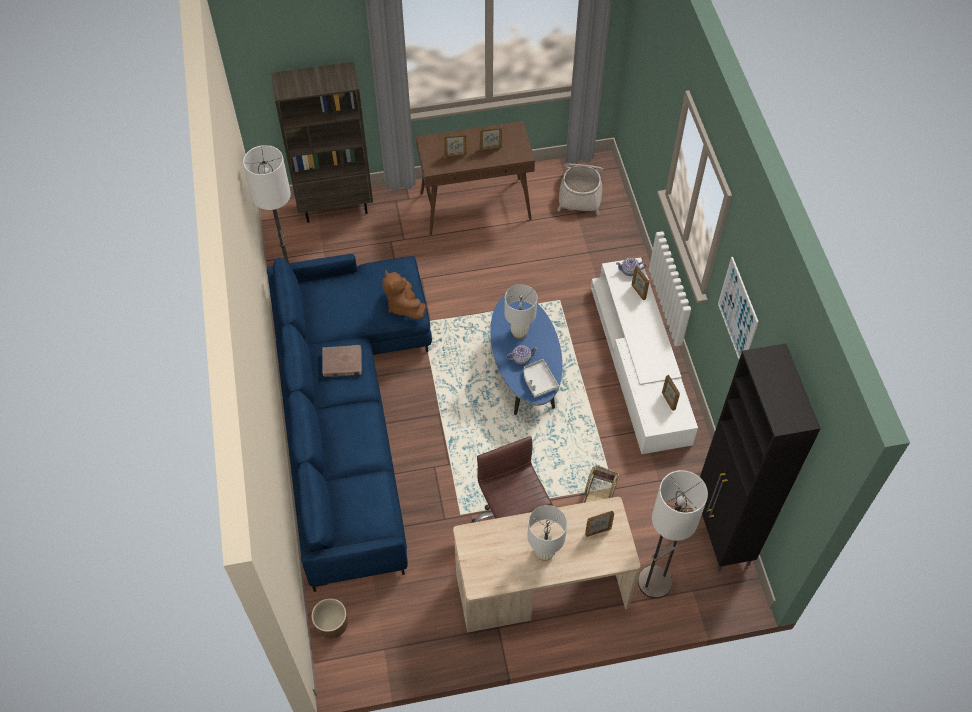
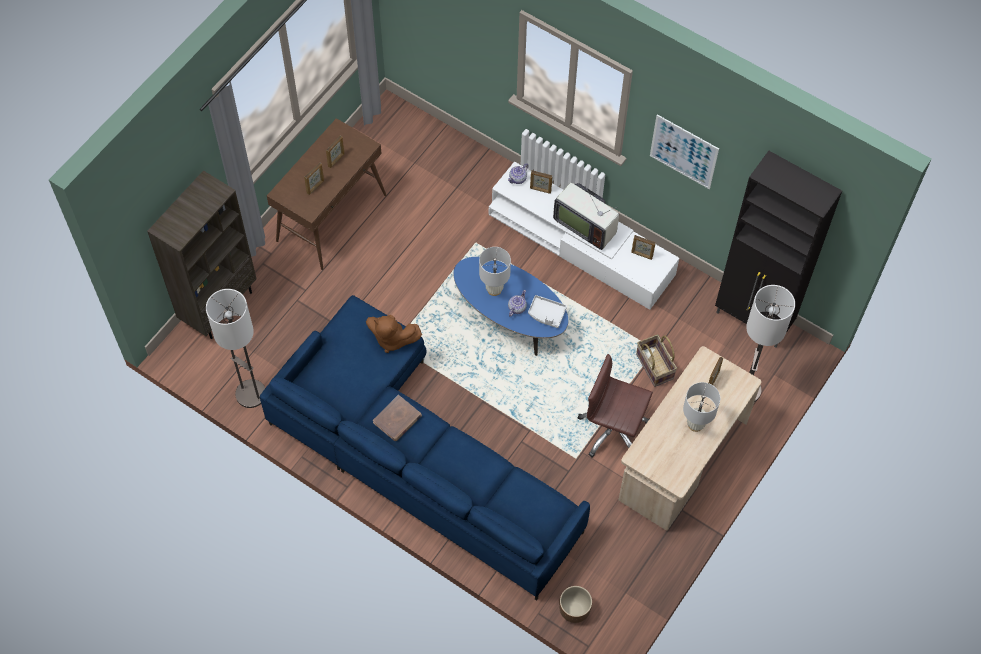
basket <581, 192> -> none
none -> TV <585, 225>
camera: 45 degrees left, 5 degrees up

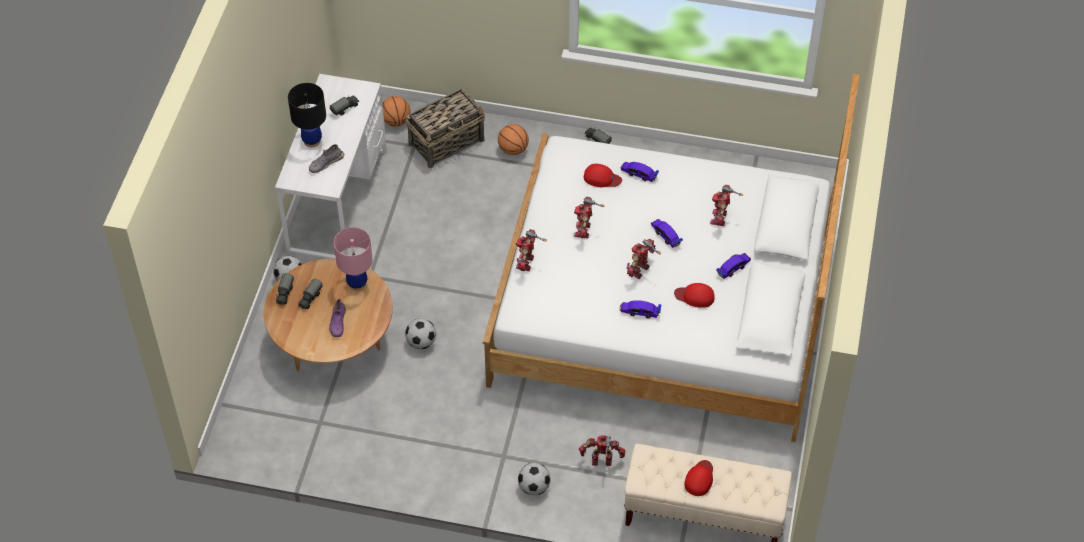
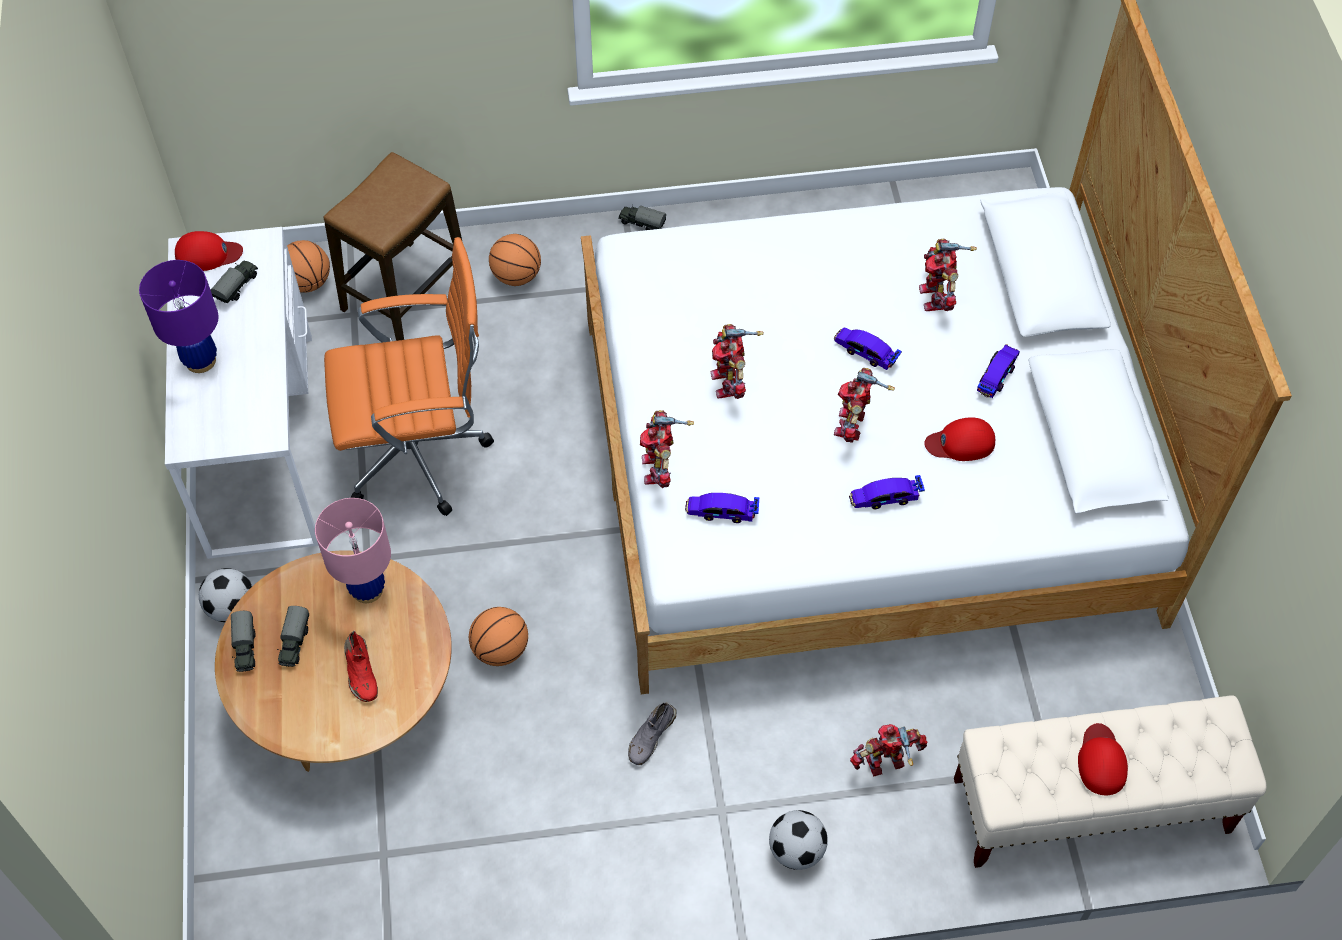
blackish table lamp <312, 141> -> purple table lamp <200, 361>
greyish item of footwear <326, 163> -> greyish item of footwear <650, 736>, relocated
purple item of footwear <337, 322> -> red item of footwear <360, 671>
football <421, 342> -> ball for basketball <500, 650>
basket <447, 142> -> sitting stool <405, 293>
red cap <602, 178> -> red cap <208, 254>, relocated
miniature car <639, 174> -> miniature car <721, 512>, relocated
none -> orangey office chair <422, 455>
camera: 20 degrees left, 5 degrees up

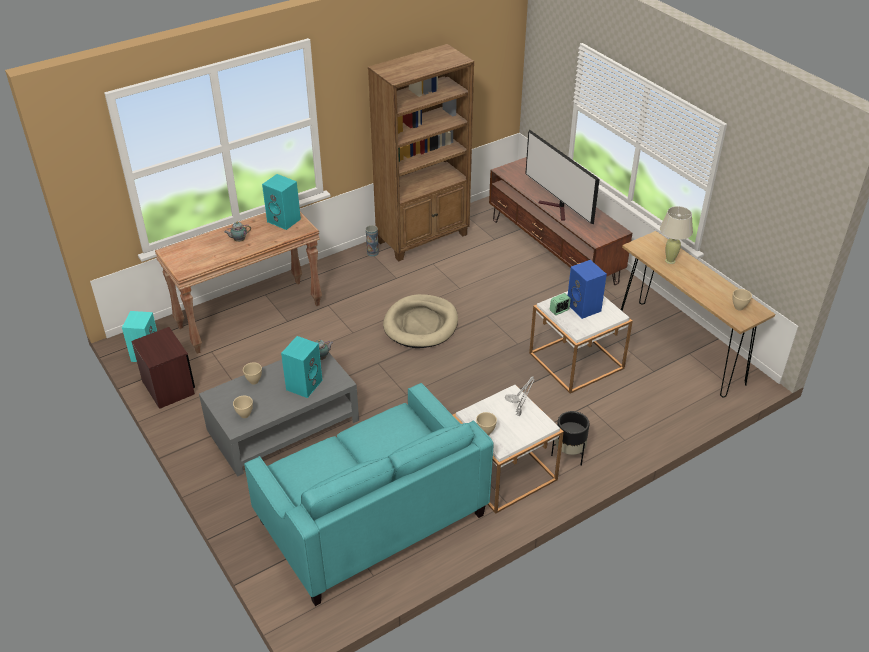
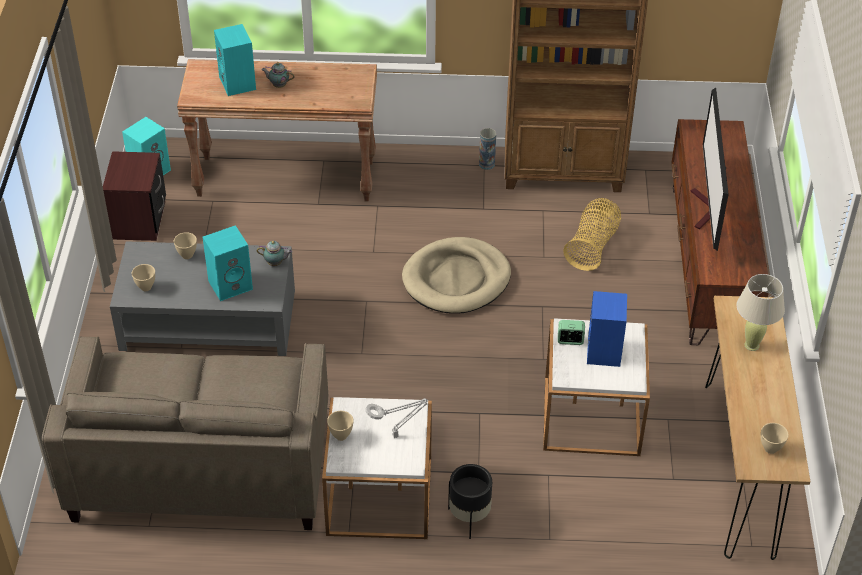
turquoise-coloured settee <370, 518> -> beige-coloured settee <201, 466>
turquoise-coloured audio speaker <285, 220> -> turquoise-coloured audio speaker <238, 83>, relocated
none -> basket <592, 246>
camera: 35 degrees right, 5 degrees up

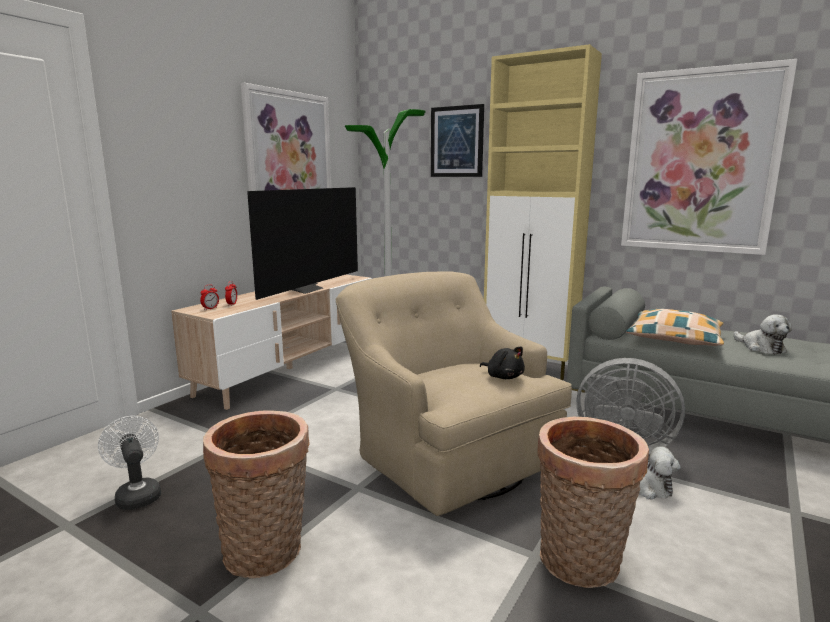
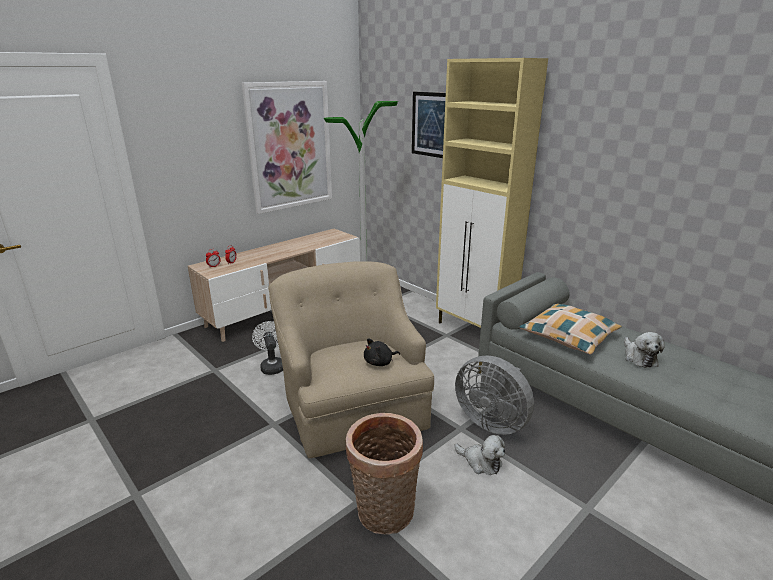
white fan <137, 494> -> white fan <272, 366>, relocated
basket <266, 554> -> none
TV <306, 289> -> none
blackish plush toy <503, 377> -> blackish plush toy <380, 362>, 90 degrees clockwise
wall picture <700, 162> -> none
camera: 15 degrees right, 10 degrees up

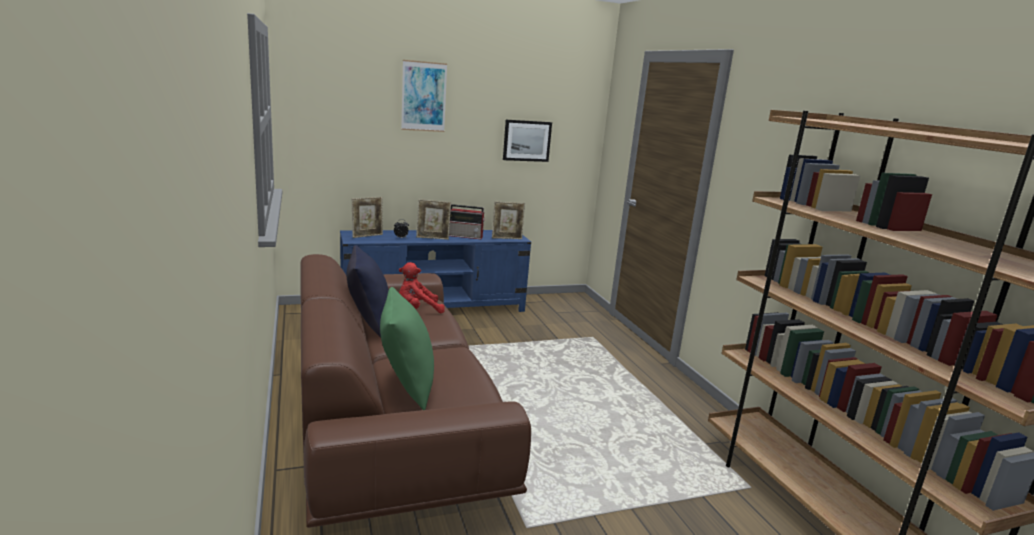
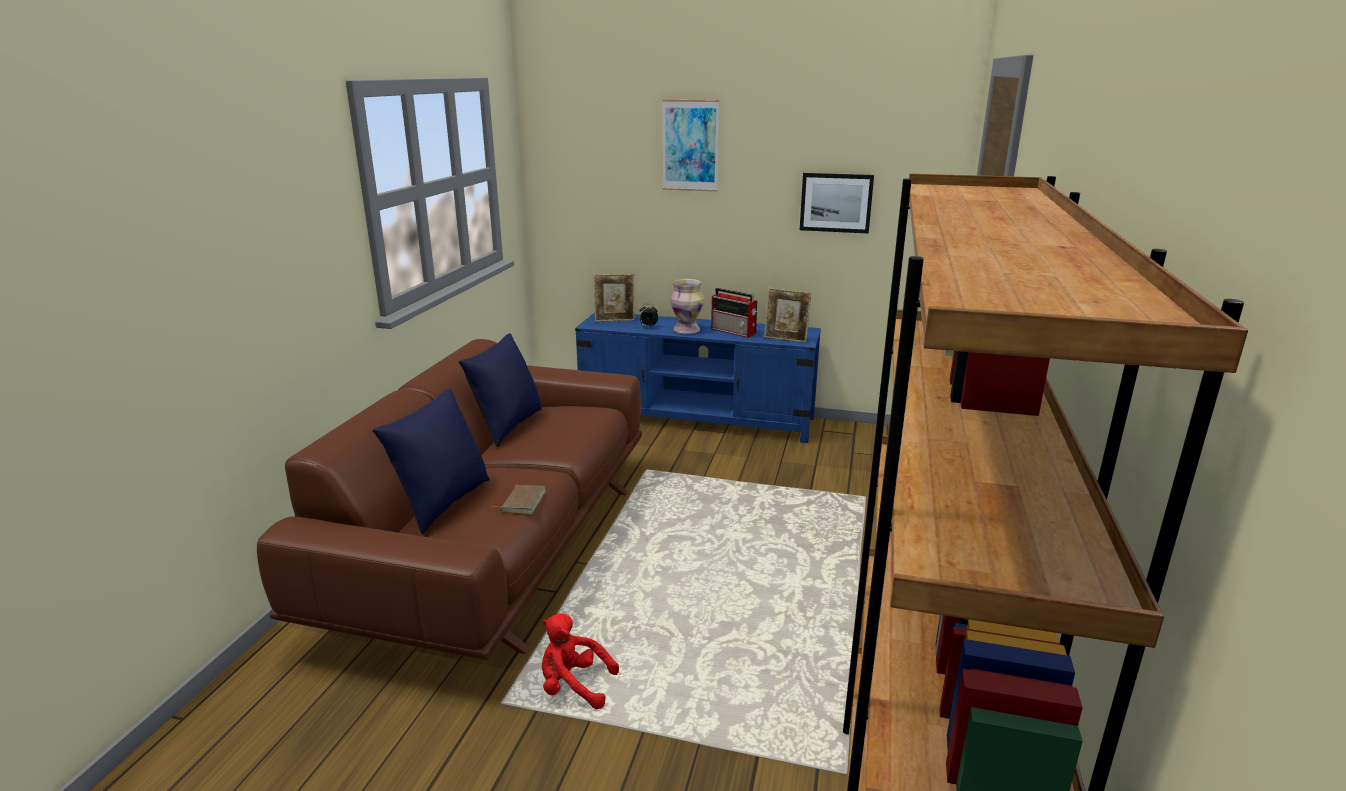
greenish pillow <406, 386> -> blue-coloured pillow <442, 503>
red plush toy <417, 310> -> red plush toy <574, 686>, relocated
standing frame <432, 238> -> vase <687, 330>
none -> brown bound book <522, 501>
camera: 35 degrees right, 5 degrees up

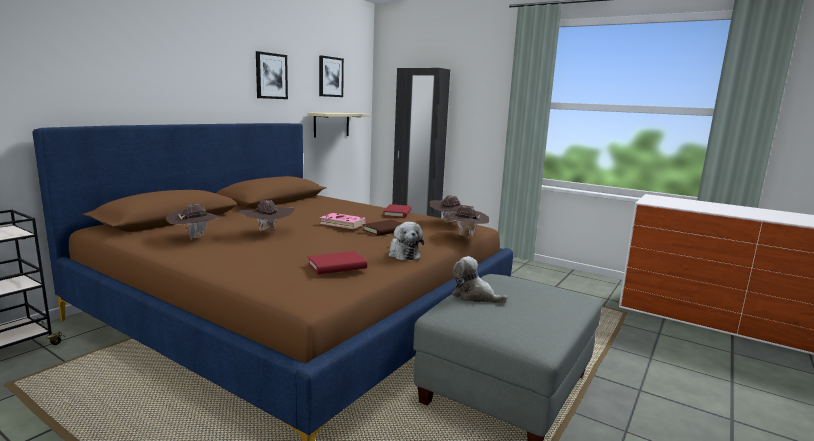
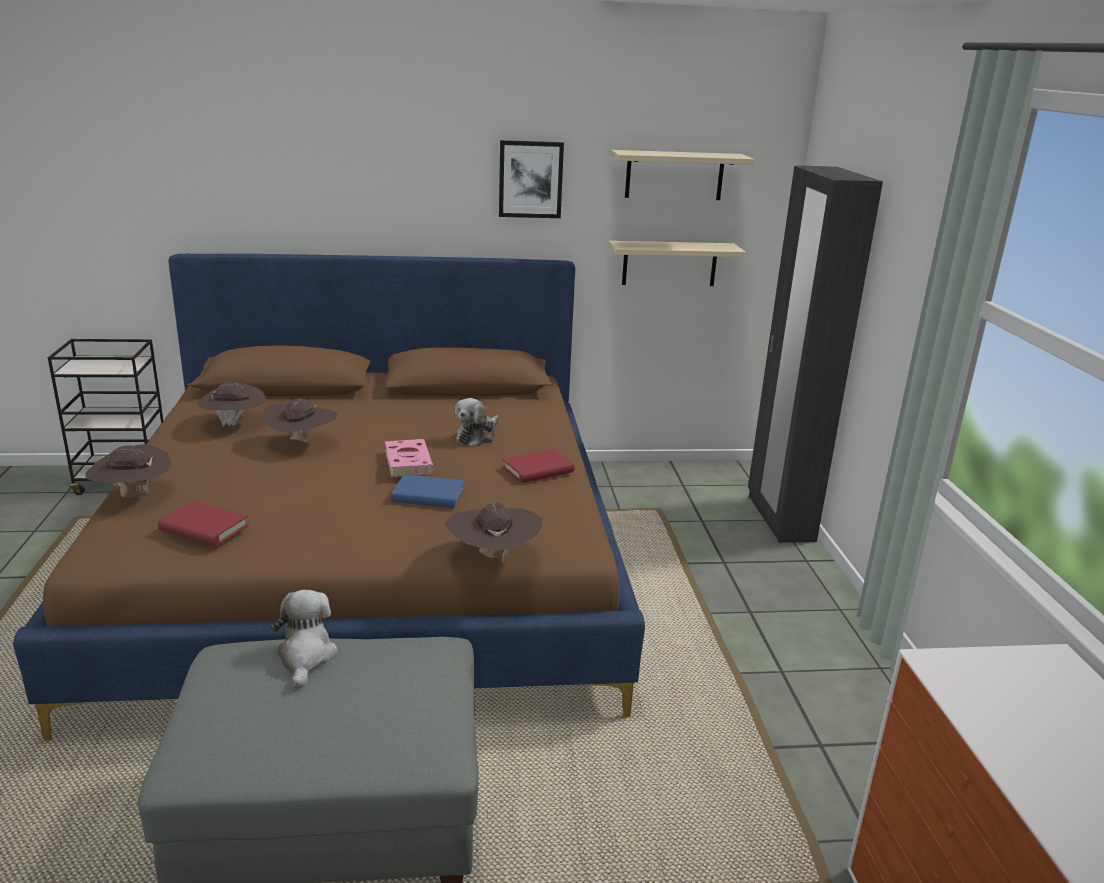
wall picture <330, 77> -> beige-coloured shelf <674, 175>
brown bound book <385, 230> -> blue-coloured bound book <428, 496>
plush toy <403, 254> -> plush toy <477, 436>, relocated
brown hat <450, 223> -> brown hat <133, 496>, relocated
camera: 50 degrees right, 10 degrees up

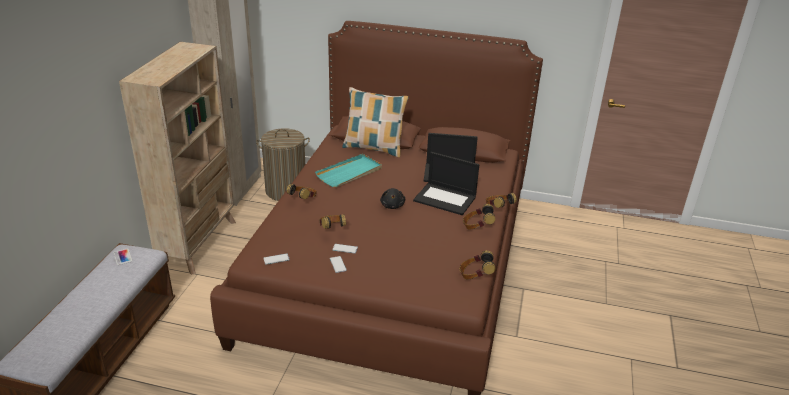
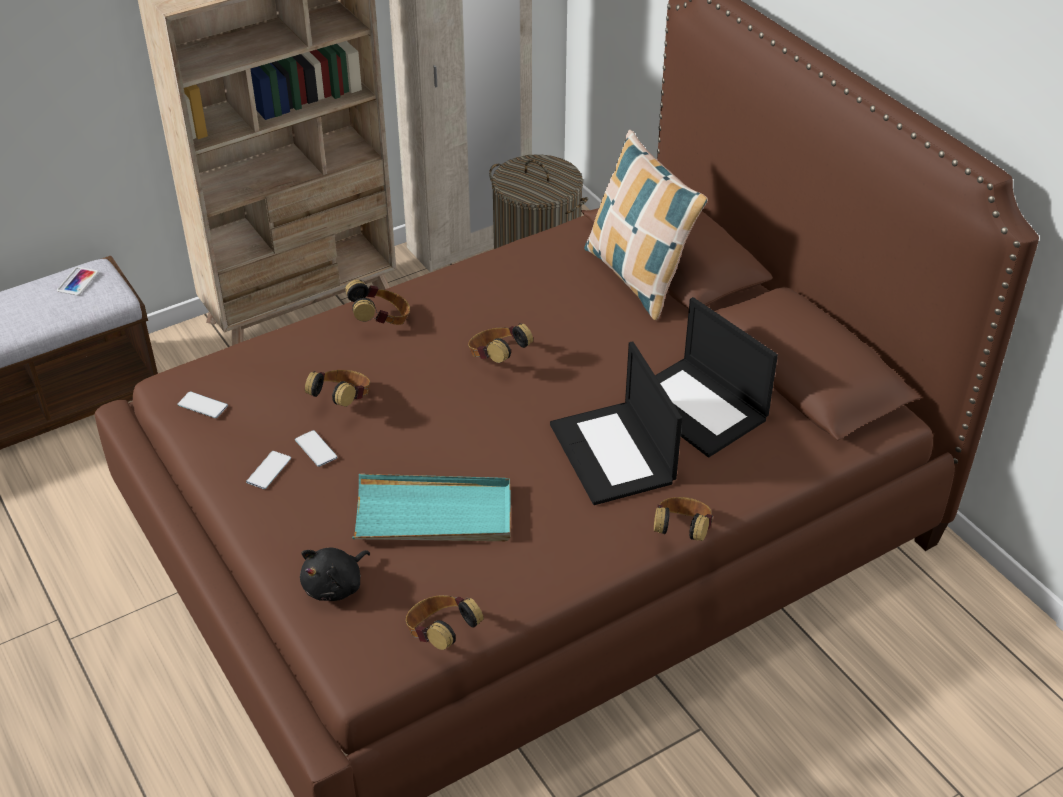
turquoise-coloured carrying tray <350, 173> -> turquoise-coloured carrying tray <434, 514>, relocated
blackish plush toy <392, 205> -> blackish plush toy <335, 586>, relocated
headphones <477, 227> -> headphones <497, 359>, relocated
camera: 45 degrees right, 10 degrees up

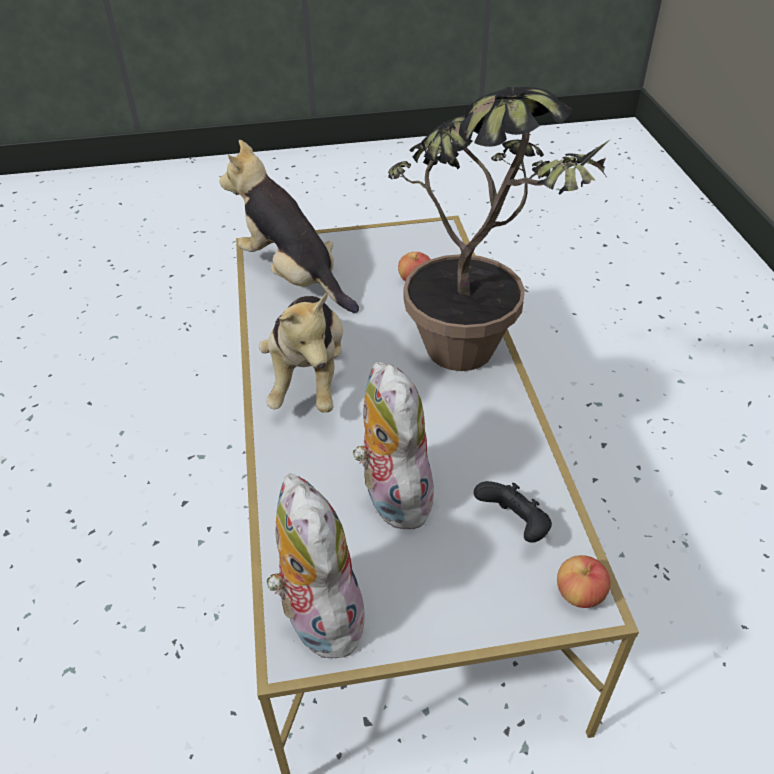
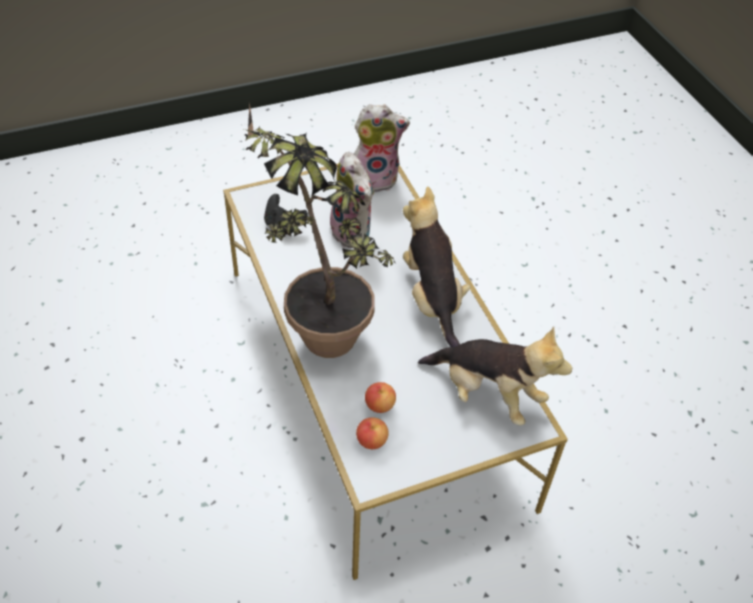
plush toy <318, 615> -> plush toy <375, 178>, 60 degrees counterclockwise
apple <579, 594> -> apple <371, 441>, relocated
camera: 165 degrees right, 5 degrees up

